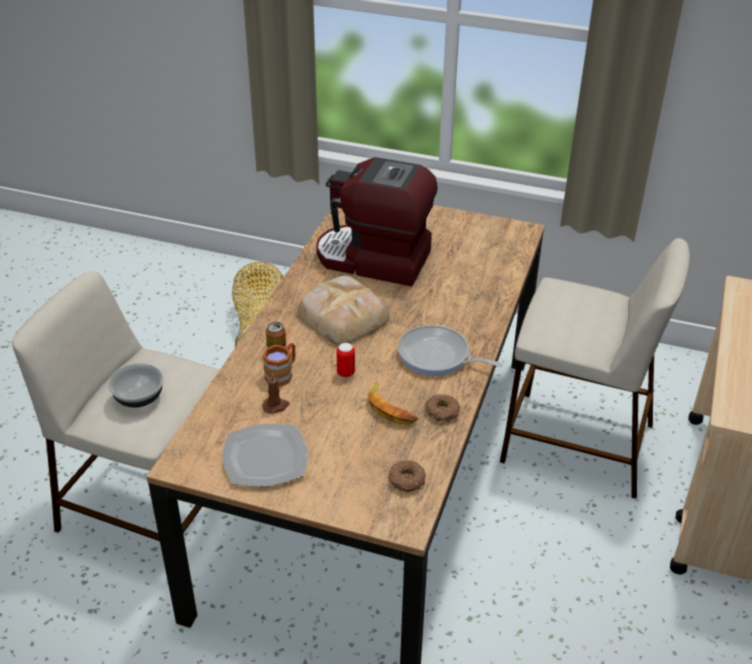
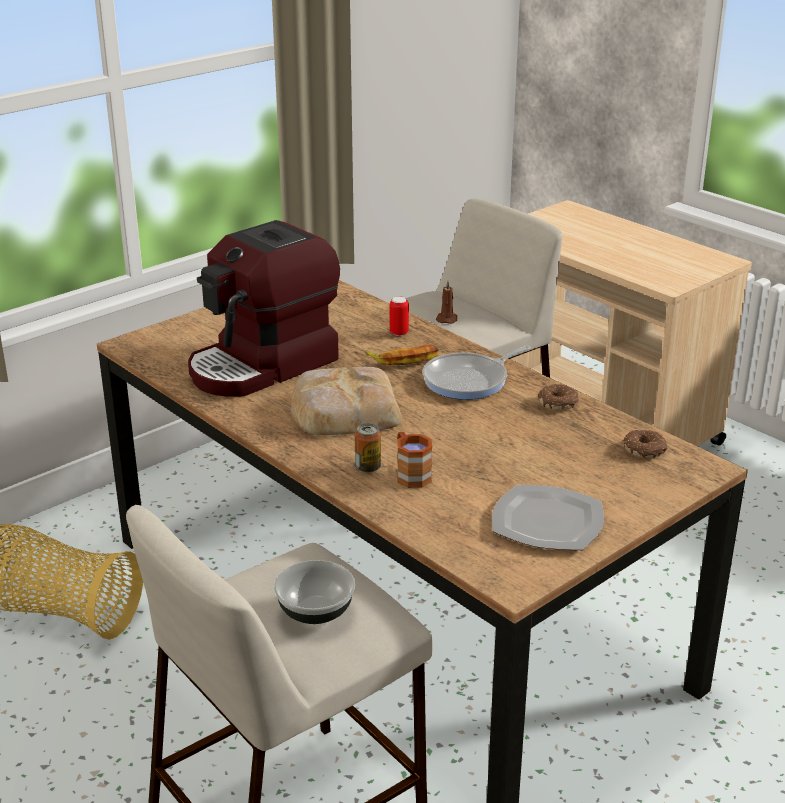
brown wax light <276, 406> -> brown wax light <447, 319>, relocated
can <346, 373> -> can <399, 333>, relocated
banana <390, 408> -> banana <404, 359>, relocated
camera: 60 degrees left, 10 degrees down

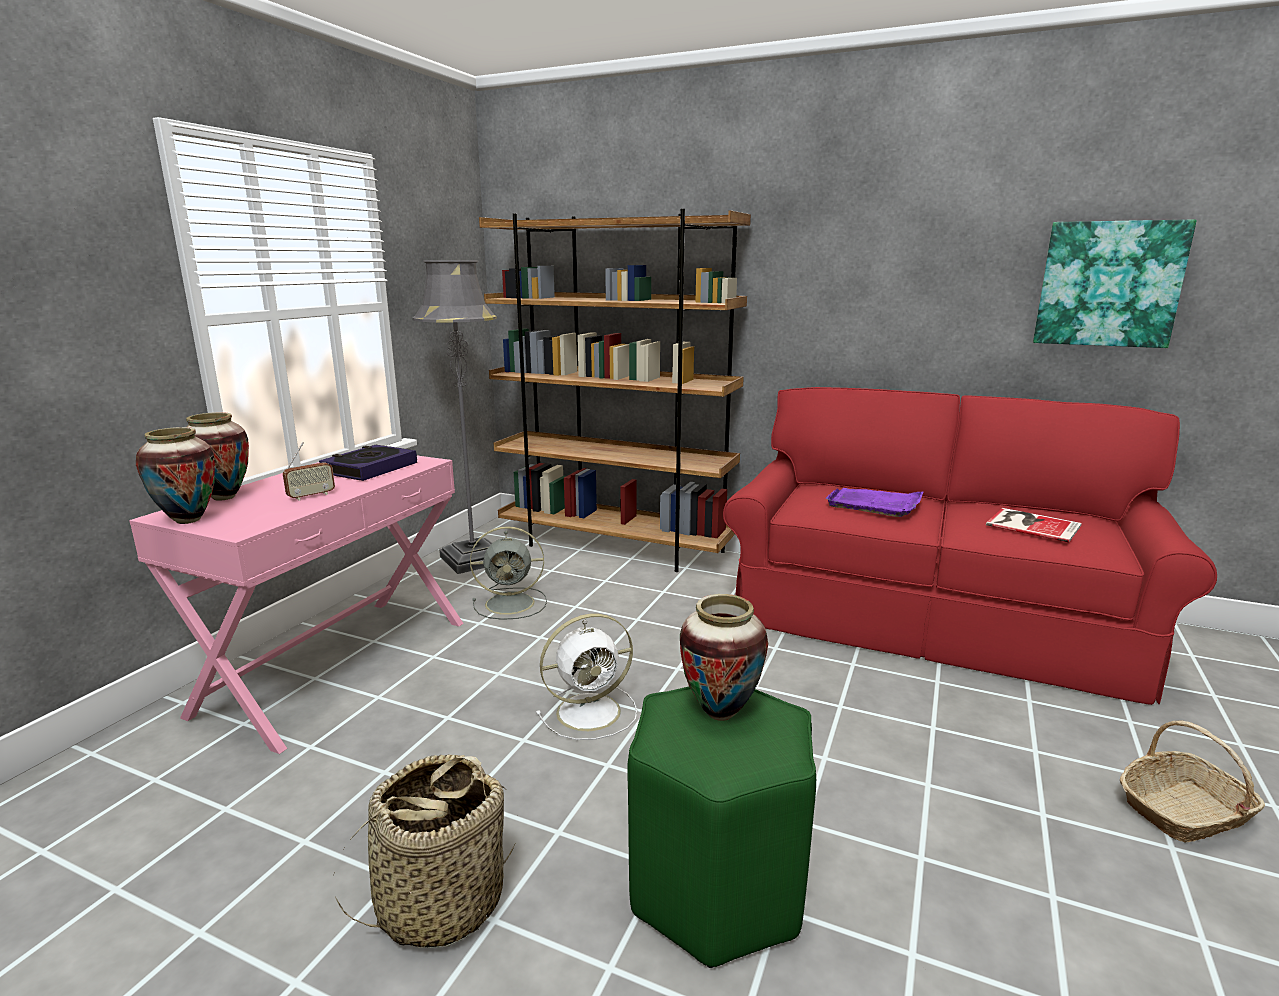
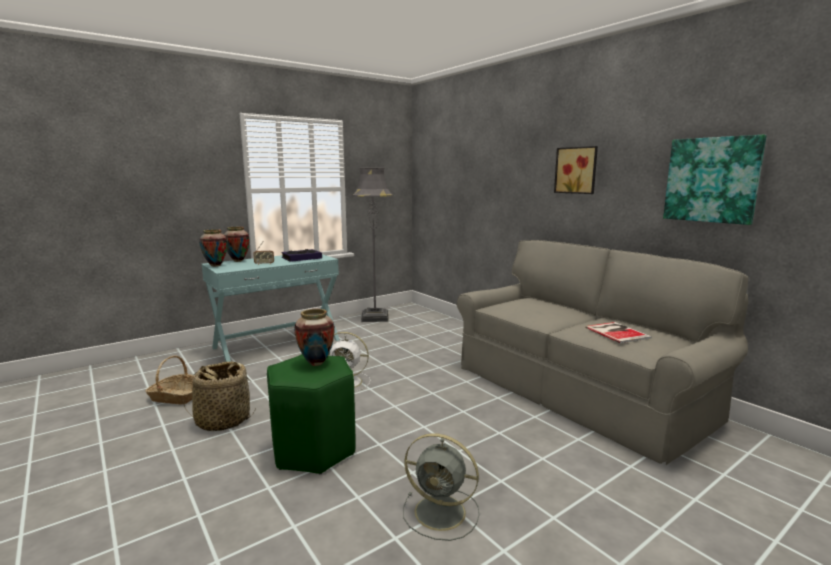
pink narrow table <337, 665> -> turquoise-coloured narrow table <277, 344>
greyish fan <512, 603> -> greyish fan <442, 513>, relocated
brown bookcase <615, 547> -> none
red settee <929, 620> -> greyish settee <577, 391>
purple carrying tray <874, 504> -> none
basket <1184, 812> -> basket <176, 396>, relocated
none -> wall picture <576, 170>
camera: 30 degrees right, 5 degrees down

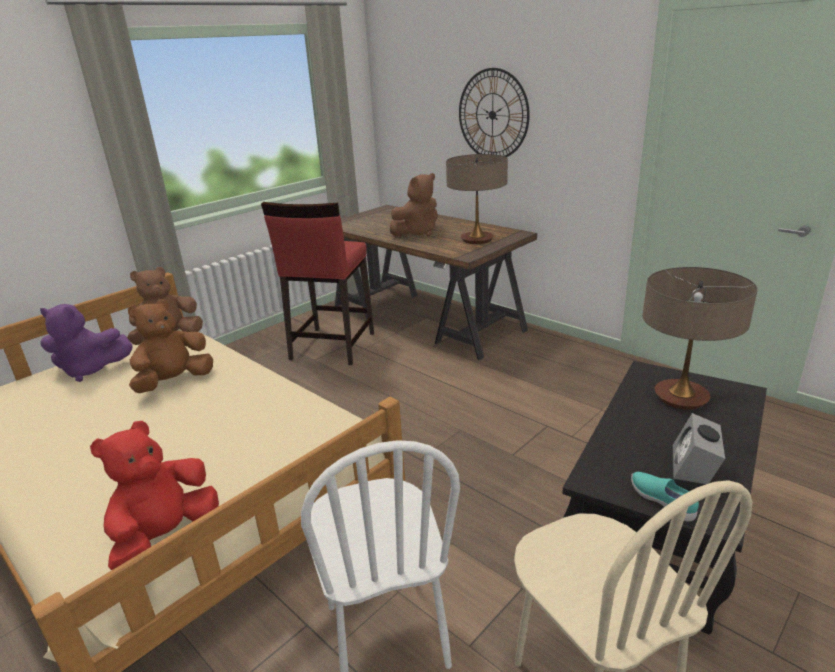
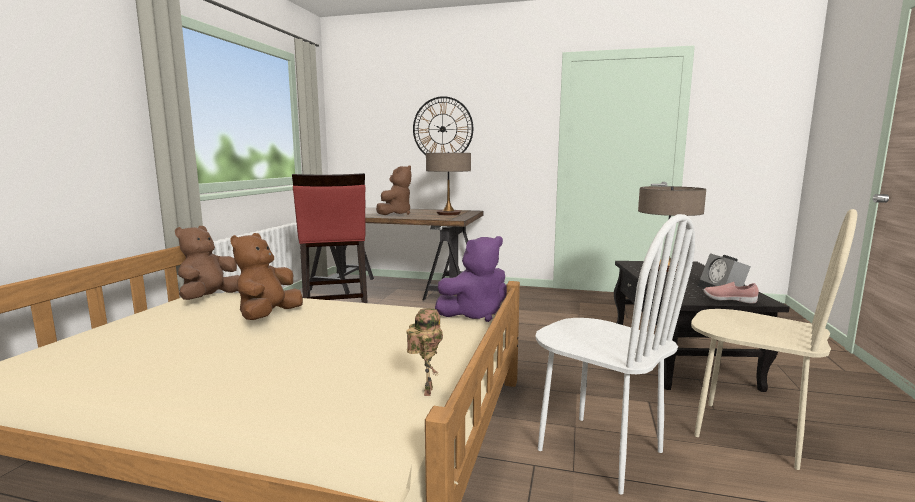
purple plush toy <90, 370> -> purple plush toy <475, 314>, relocated
red plush toy <166, 537> -> model robot <426, 390>
turquoise-coloured item of footwear <662, 501> -> pink item of footwear <729, 300>
camera: 30 degrees left, 15 degrees down

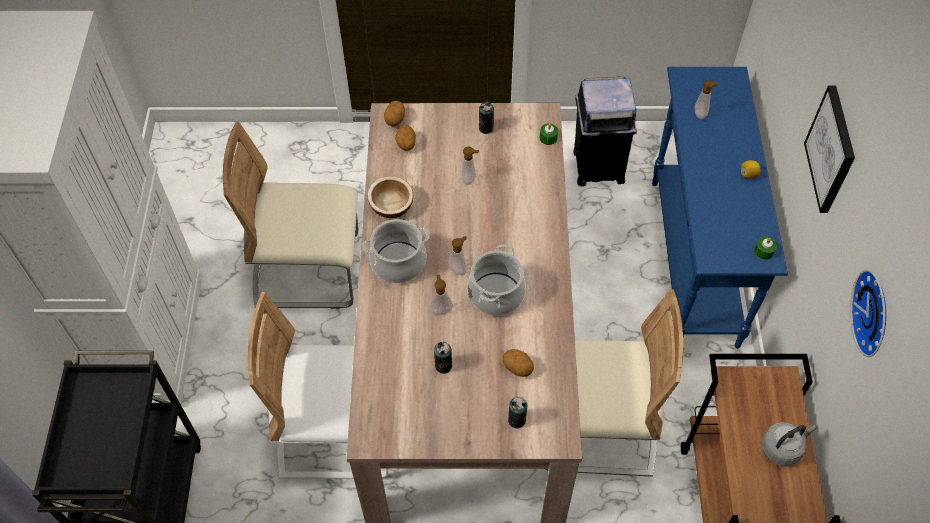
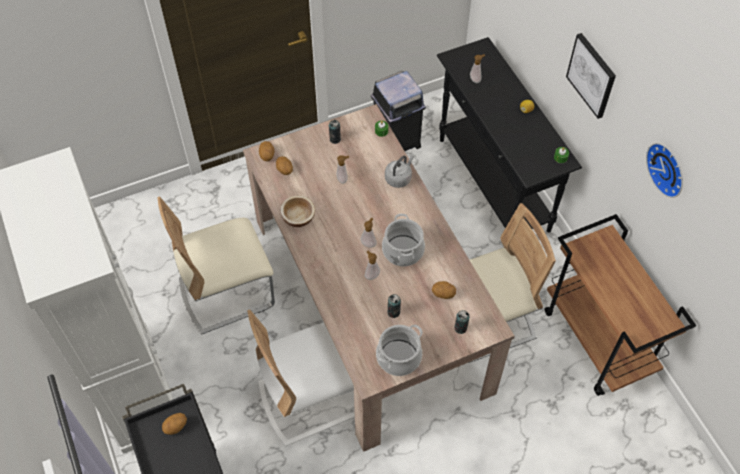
cooking pot <398, 262> -> cooking pot <398, 357>, relocated
blue-coloured narrow table <693, 261> -> blackish narrow table <493, 185>
greyish water kettle <782, 448> -> greyish water kettle <399, 178>, relocated
none -> whole potato <176, 427>
camera: 25 degrees left, 0 degrees up

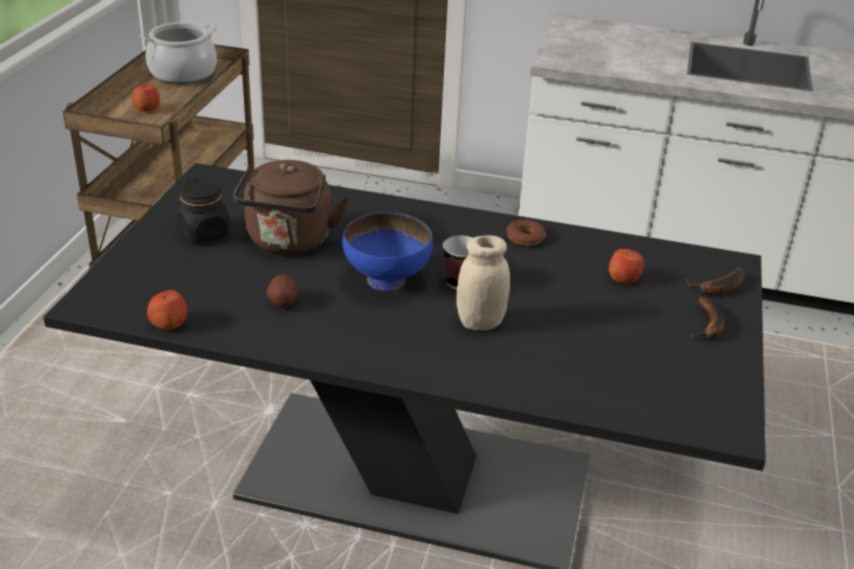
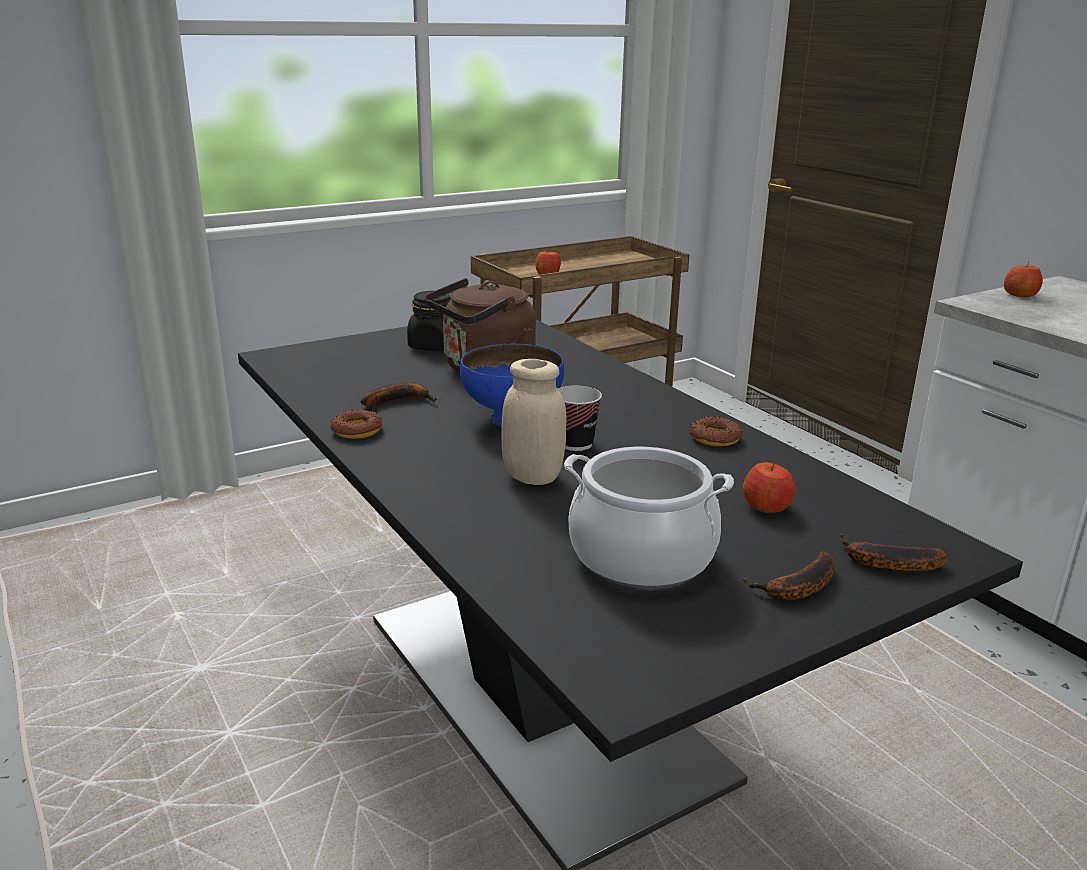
cooking pot <182, 73> -> cooking pot <641, 556>, relocated
apple <169, 323> -> apple <1020, 295>, relocated
whole potato <283, 301> -> banana <400, 400>
none -> doughnut <357, 430>
camera: 45 degrees right, 10 degrees down

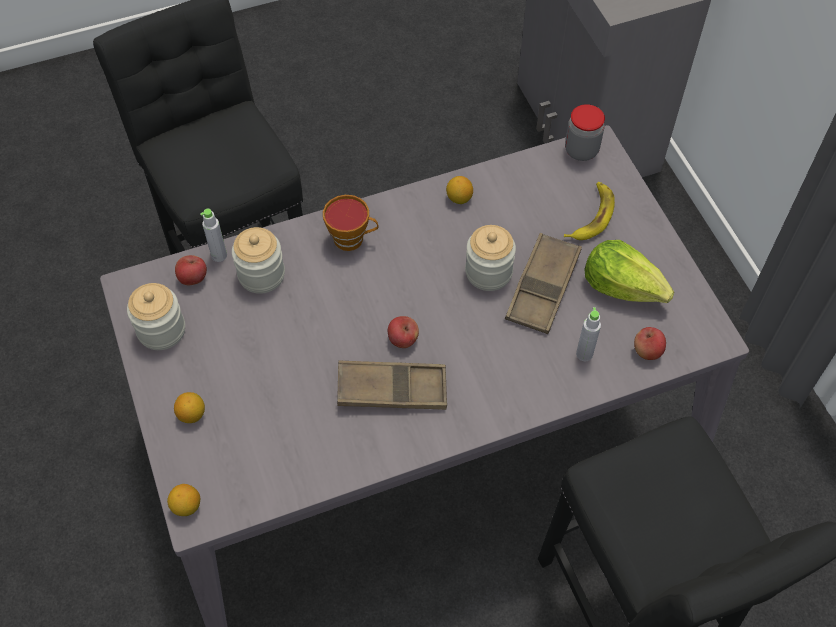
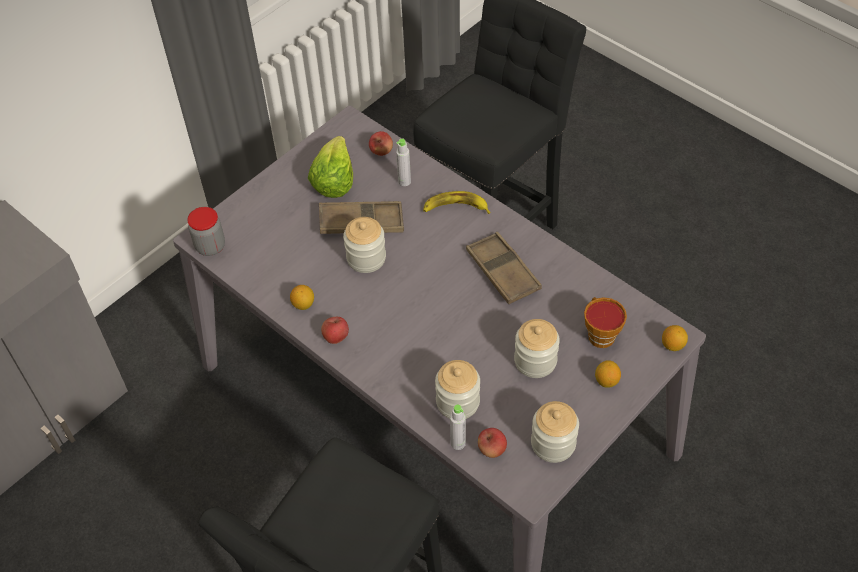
drinking cup <352, 239> -> drinking cup <599, 334>, relocated
apple <403, 339> -> apple <336, 337>, relocated
banana <591, 215> -> banana <455, 208>, relocated
none -> jar <535, 361>
camera: 115 degrees left, 5 degrees down

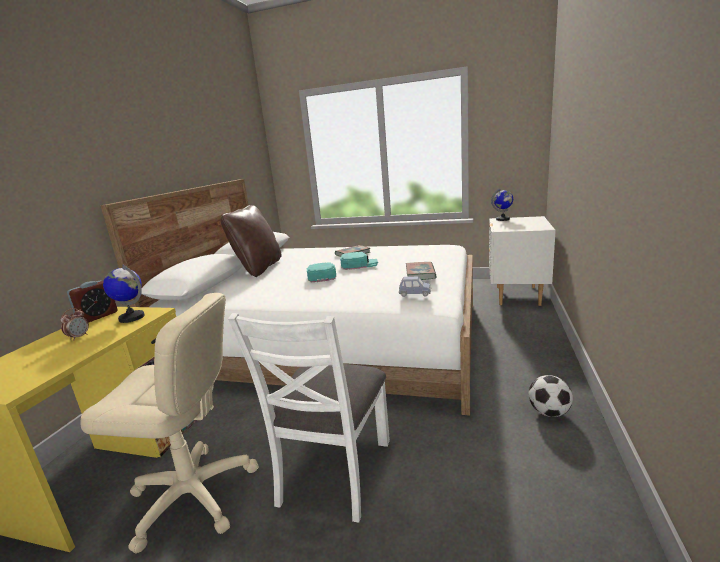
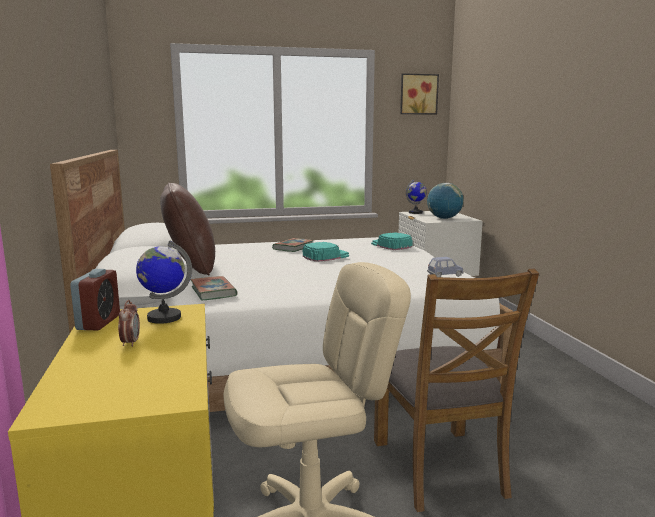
white chair <334, 471> -> brown chair <439, 467>
turquoise-coloured cap <321, 275> -> turquoise-coloured cap <391, 245>, relocated
bound book <420, 274> -> bound book <213, 291>, relocated
football <549, 412> -> none
none -> wall picture <418, 94>
none -> globe <444, 218>
camera: 30 degrees left, 5 degrees down

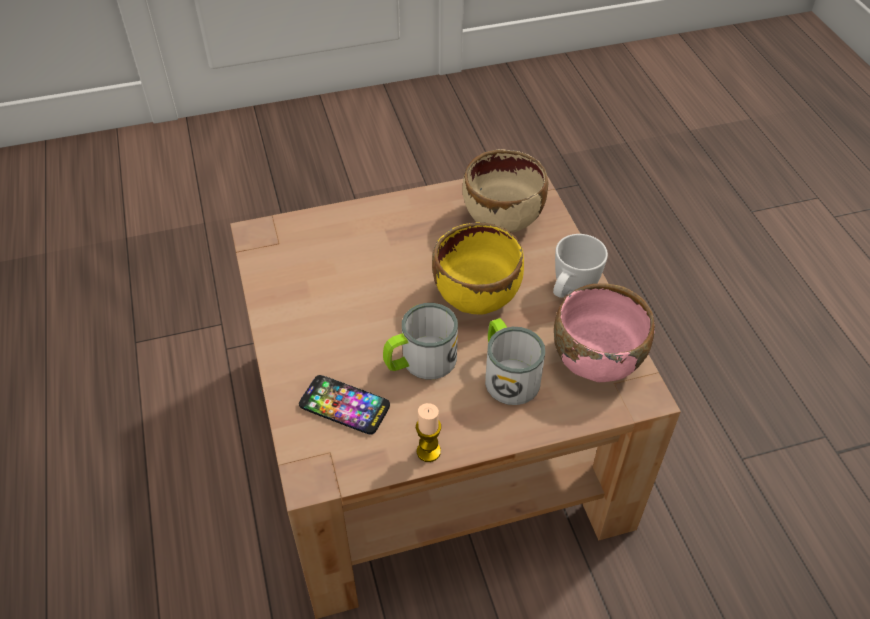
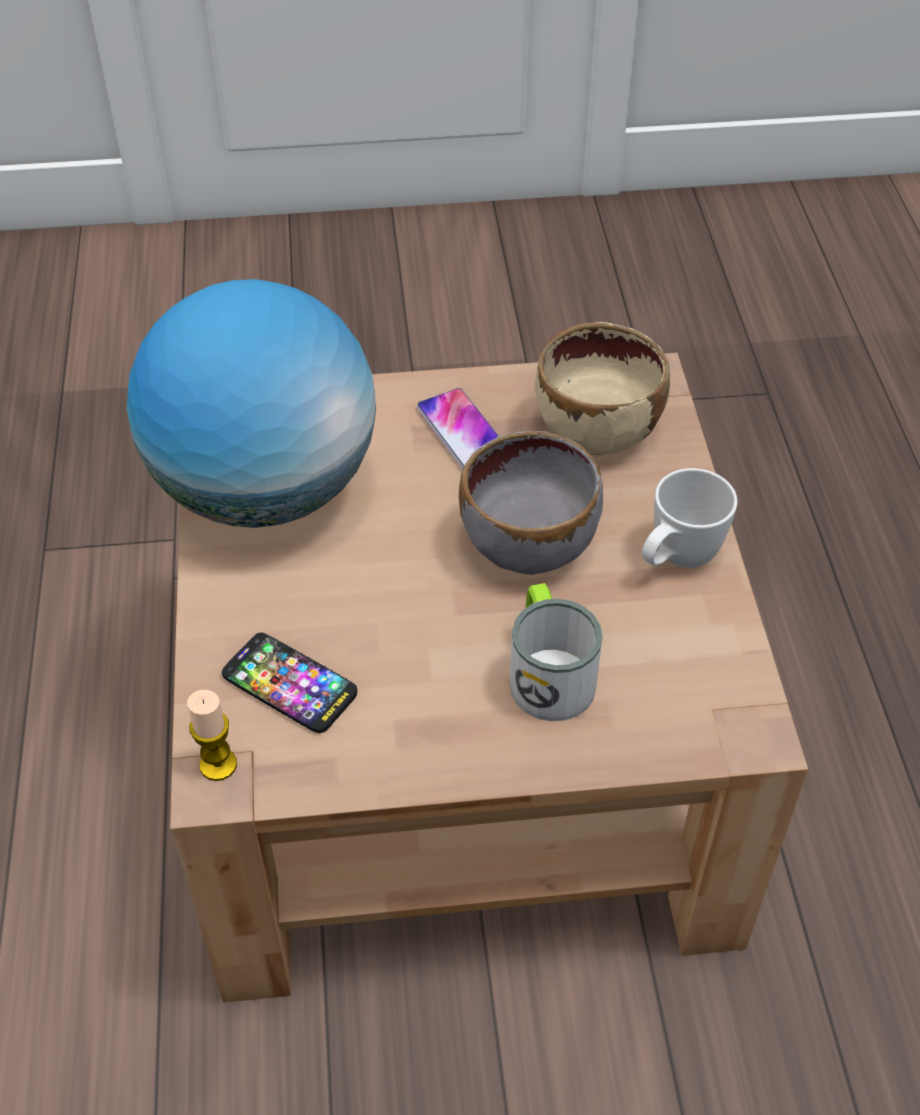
mug <420, 361> -> none
wax light <428, 451> -> wax light <218, 765>, relocated
yellowish bowl <477, 295> -> greyish bowl <529, 545>
pink bowl <596, 358> -> none
none -> globe <266, 489>
none -> phone <463, 432>
camera: 10 degrees right, 0 degrees up

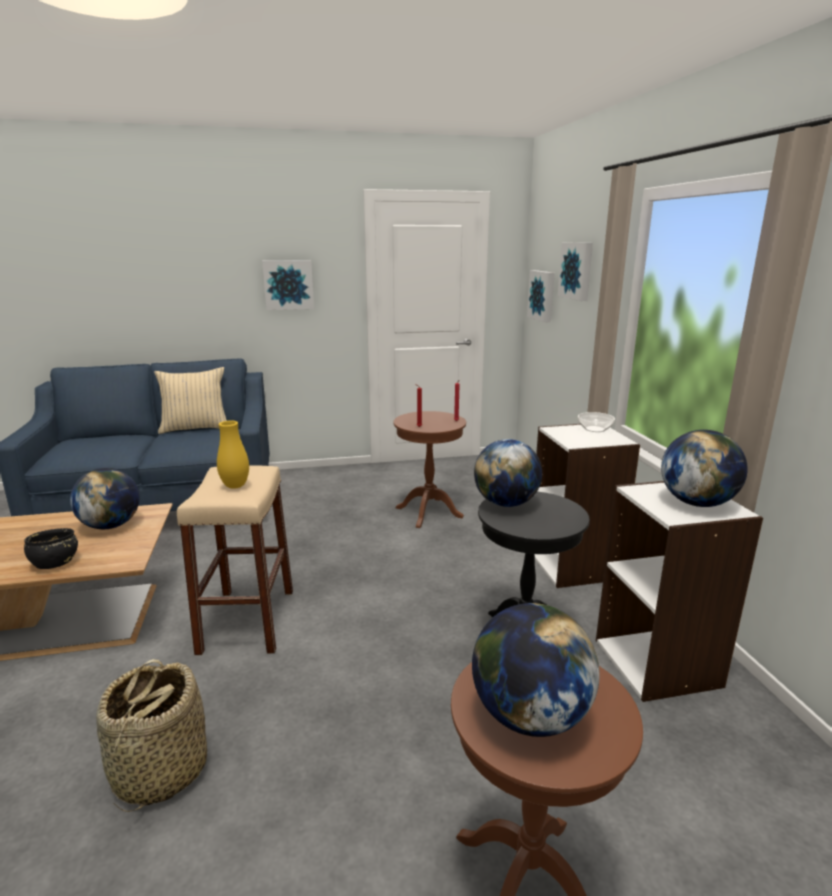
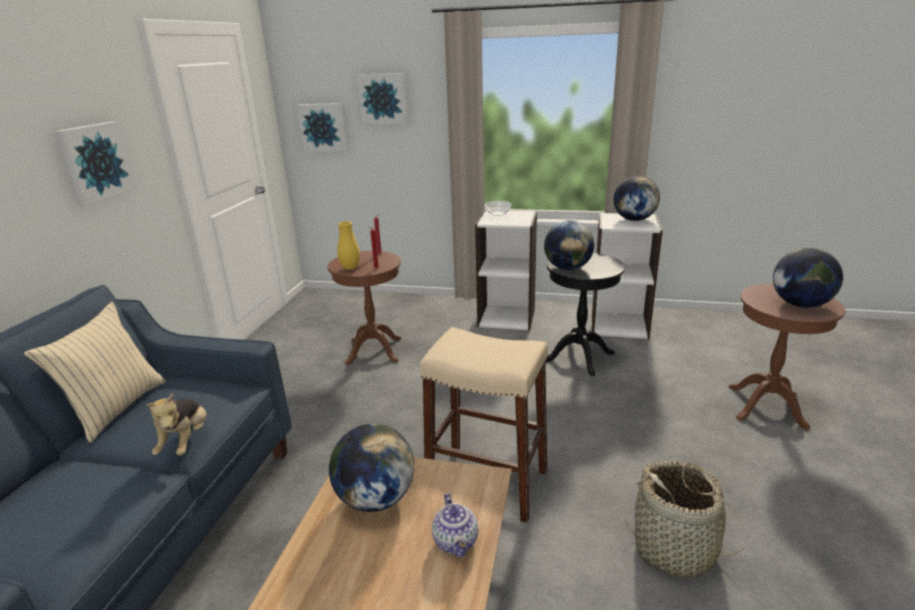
blackish bowl <55, 563> -> tea pot <456, 542>
yellowish vase <235, 486> -> yellowish vase <350, 268>, relocated
none -> plush toy <186, 441>
camera: 65 degrees left, 5 degrees up

